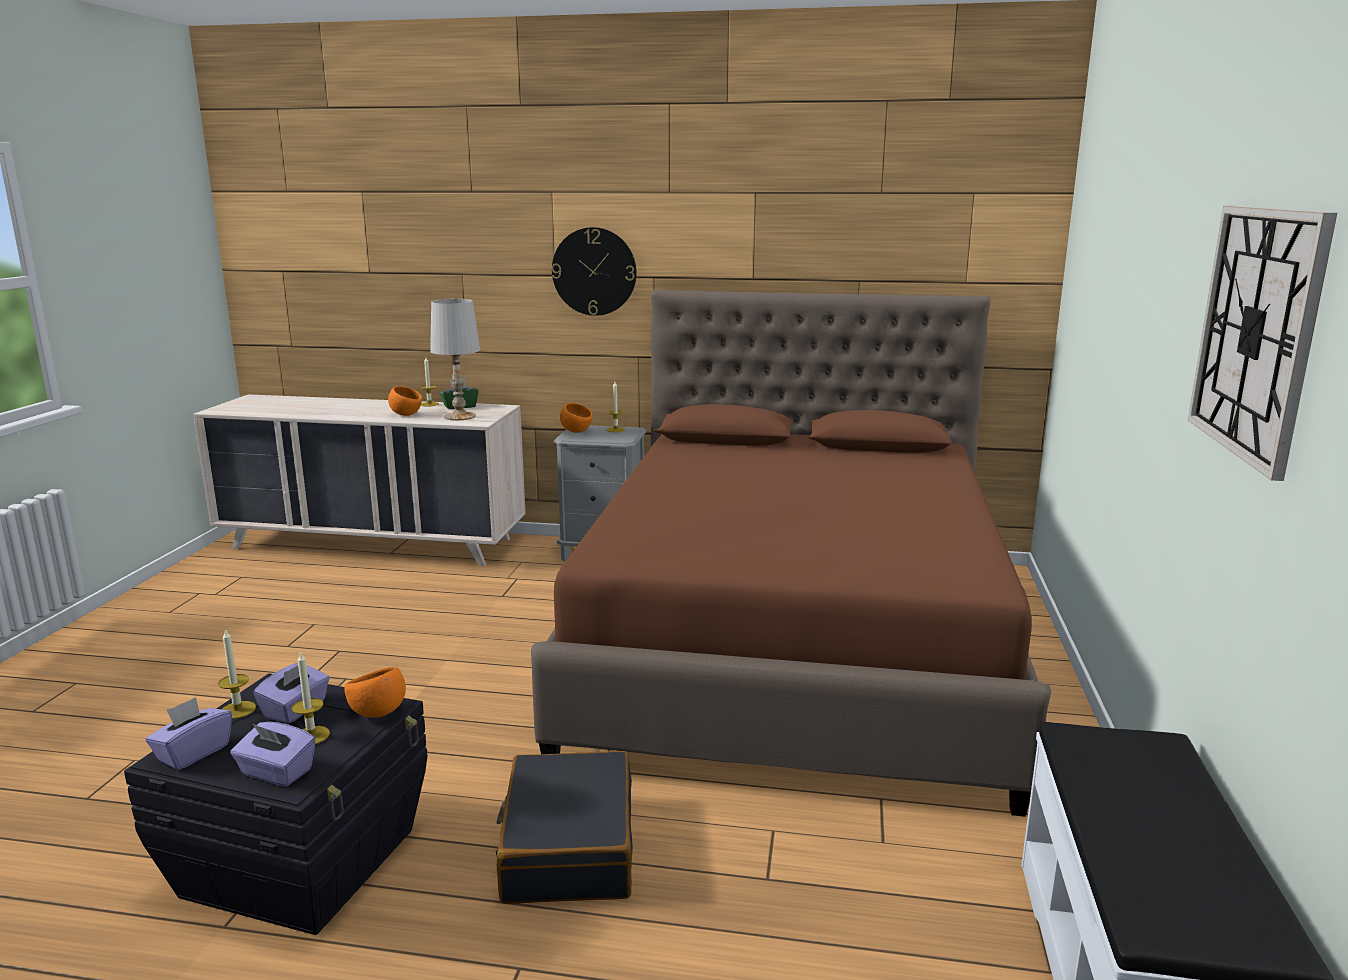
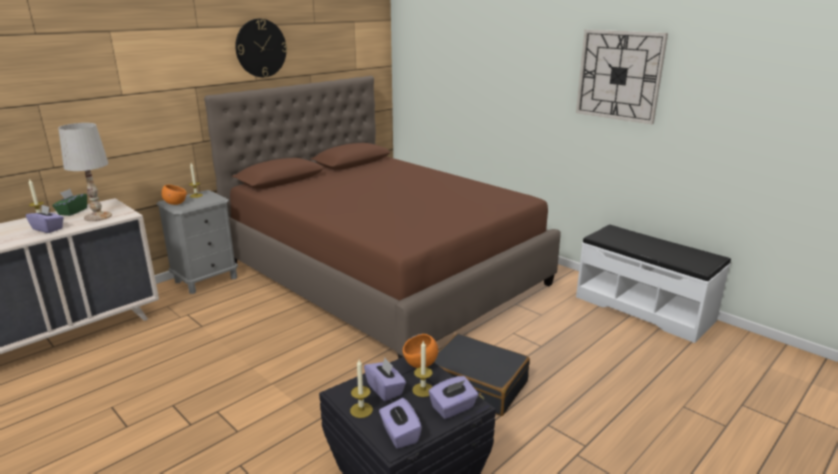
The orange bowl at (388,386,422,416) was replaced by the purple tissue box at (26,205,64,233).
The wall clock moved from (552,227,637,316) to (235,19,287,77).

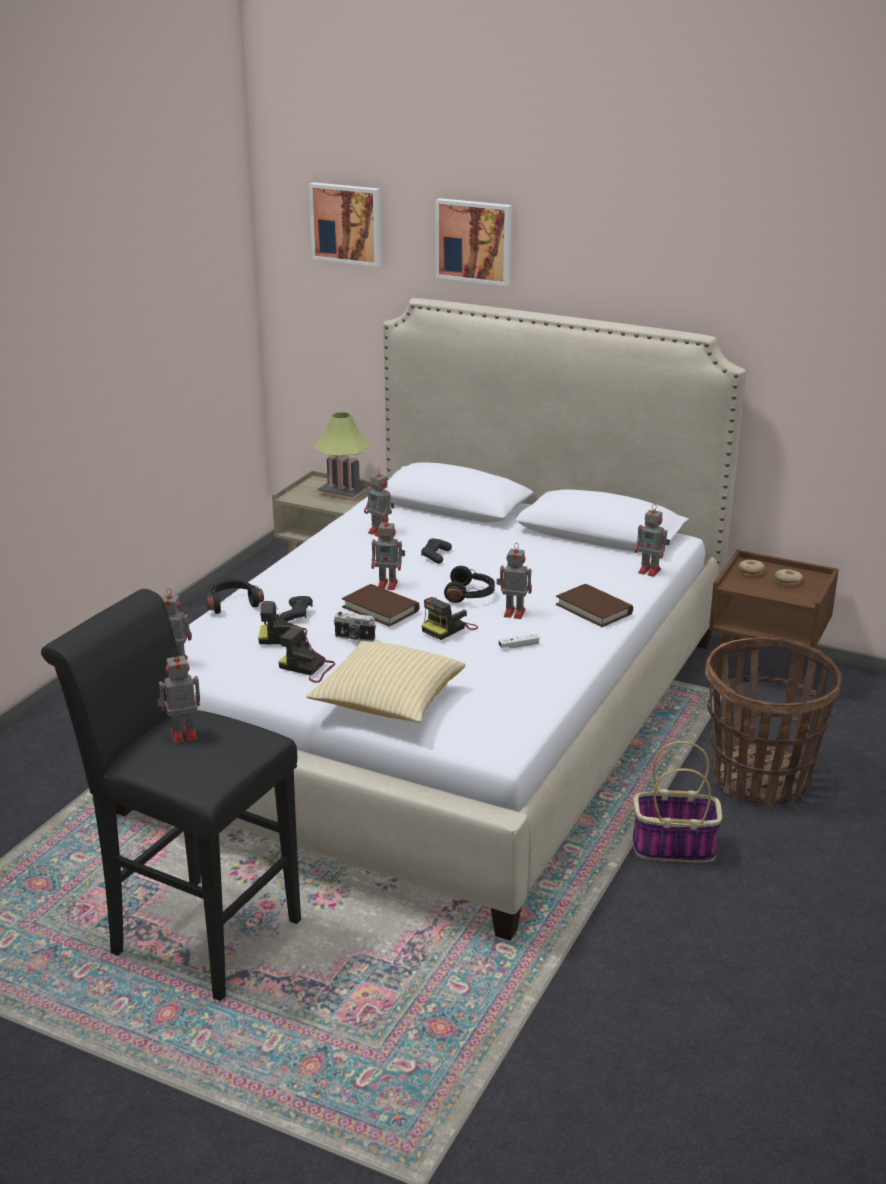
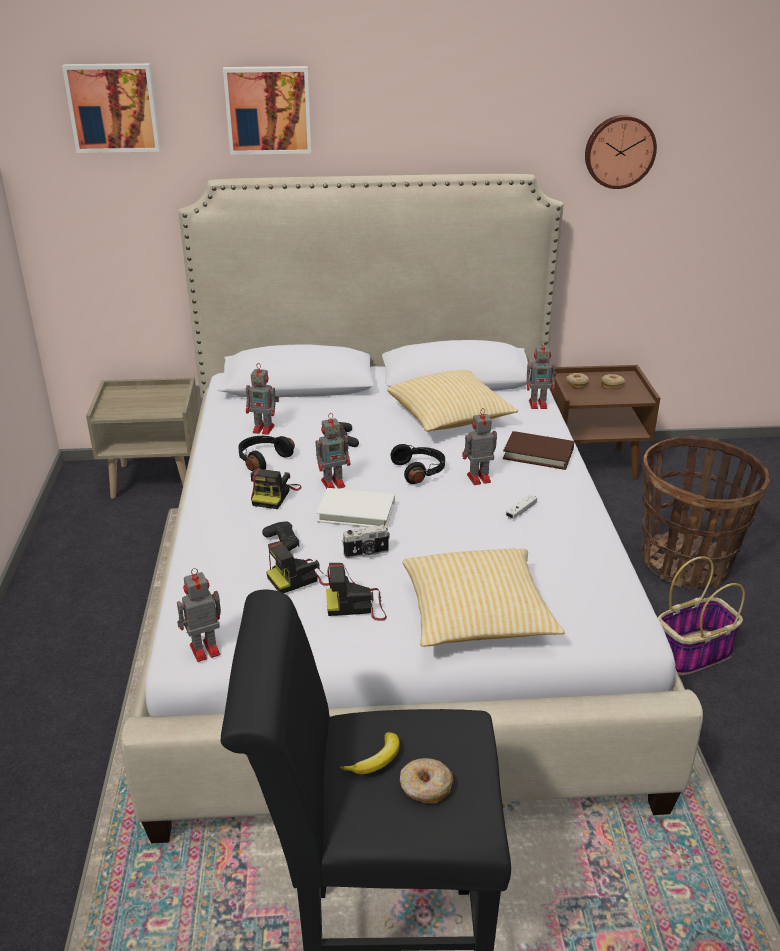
The toy robot at (158,649,200,743) was replaced by the banana at (340,732,400,774).
The black headphones moved from (206,580,264,614) to (238,436,295,471).
The table lamp at (313,412,371,500) disappeared.
The brown book at (342,584,420,627) became the white book at (316,488,395,527).
The photo camera moved from (422,597,478,640) to (251,468,302,509).
The pillow at (387,370,518,432) appeared.
The donut at (400,758,453,804) appeared.
The wall clock at (585,115,657,189) appeared.

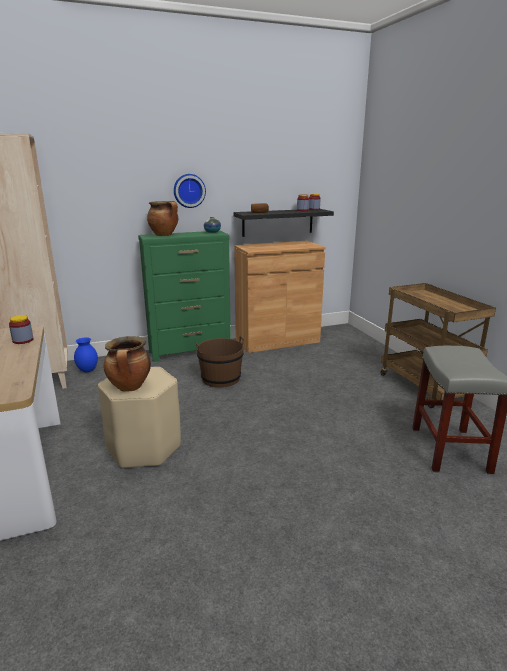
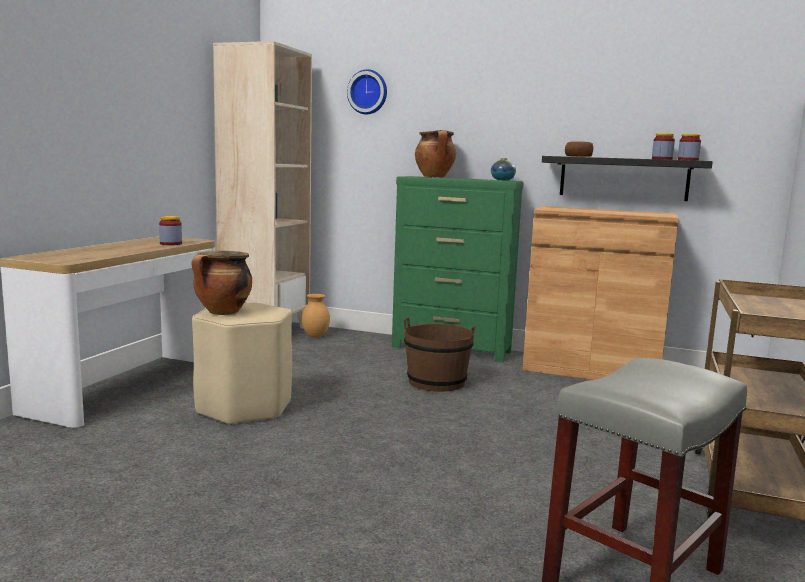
The blue vase at (74,337,98,372) became the brown vase at (302,294,330,338).
The wall clock moved from (174,174,206,208) to (347,69,387,115).

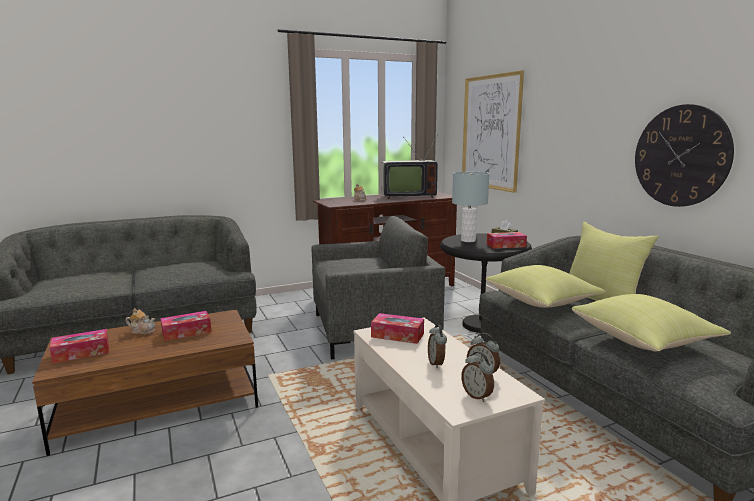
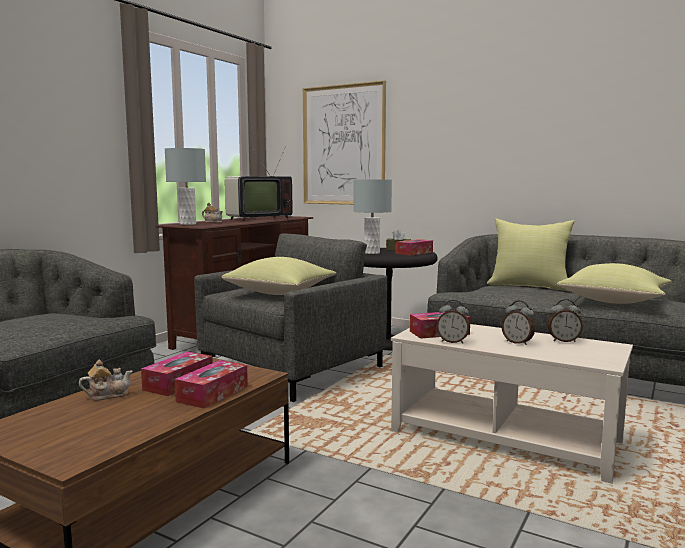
The tissue box moved from (49,329,109,364) to (175,360,248,409).
The alarm clock moved from (461,352,494,402) to (436,300,470,344).
The yellow pillow moved from (486,265,606,308) to (222,257,336,295).
The wall clock at (635,104,734,207) disappeared.
The grey table lamp at (165,148,206,225) appeared.

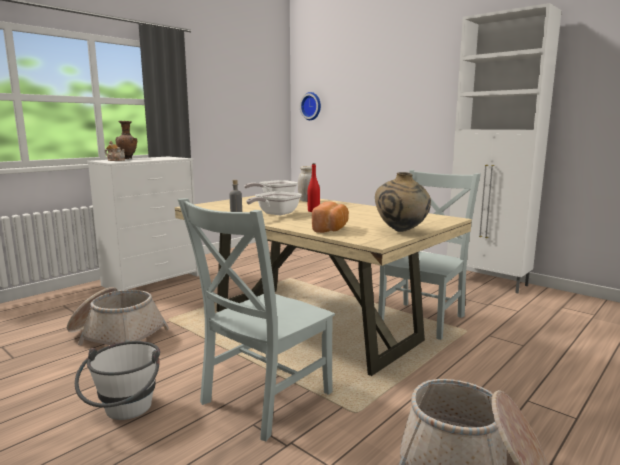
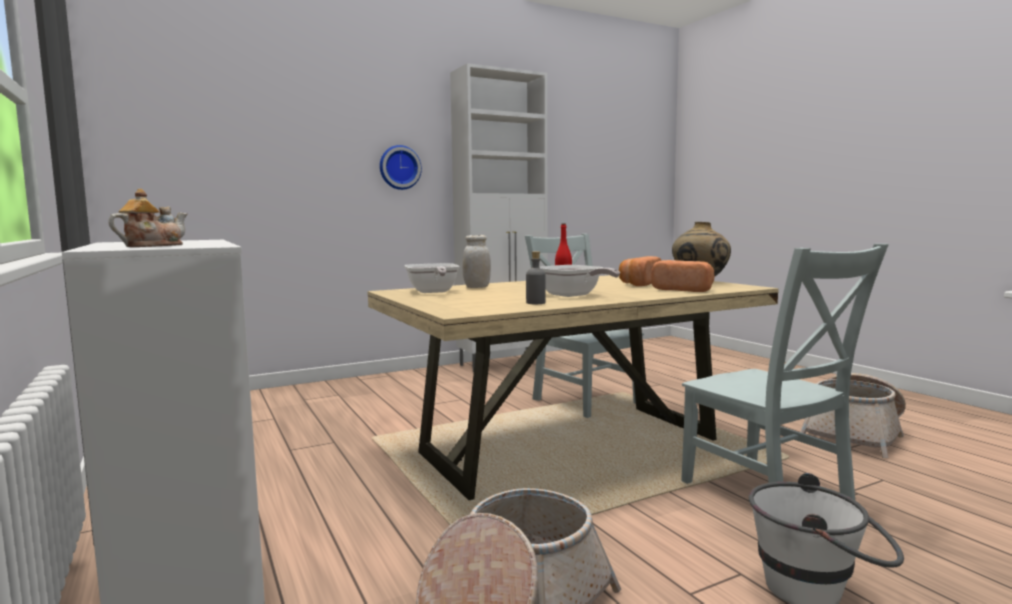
The brown vase at (115,121,137,159) disappeared.
The wall clock moved from (300,92,321,120) to (380,145,422,190).
The bread at (619,256,661,286) appeared.

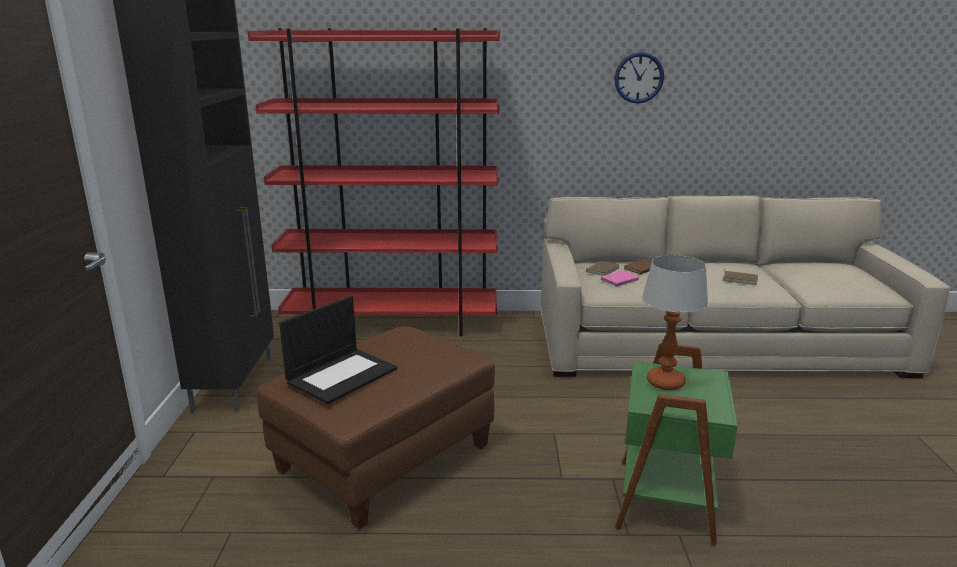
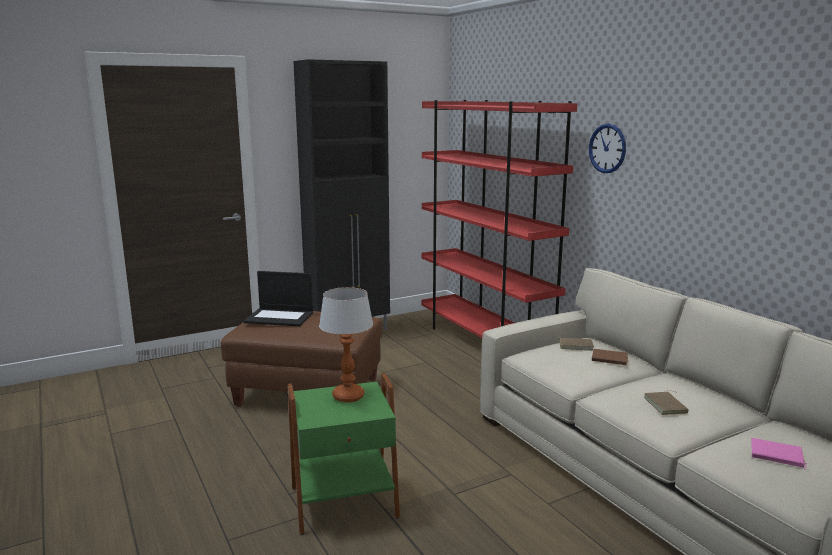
The pink book moved from (601,270,642,287) to (751,438,807,469).
The wall clock moved from (614,52,664,104) to (589,124,626,173).

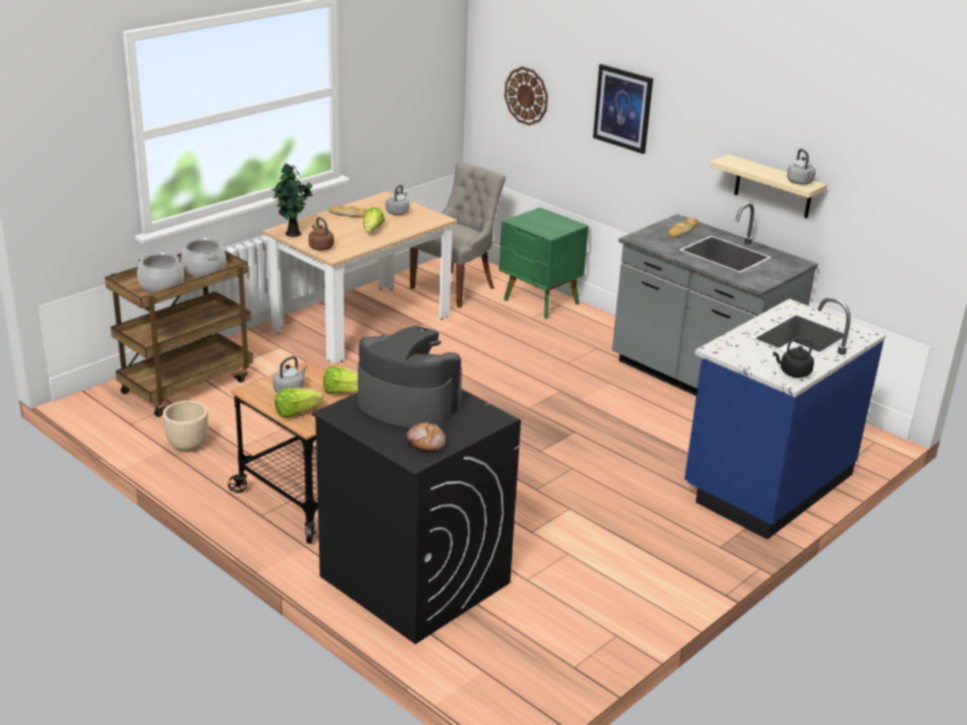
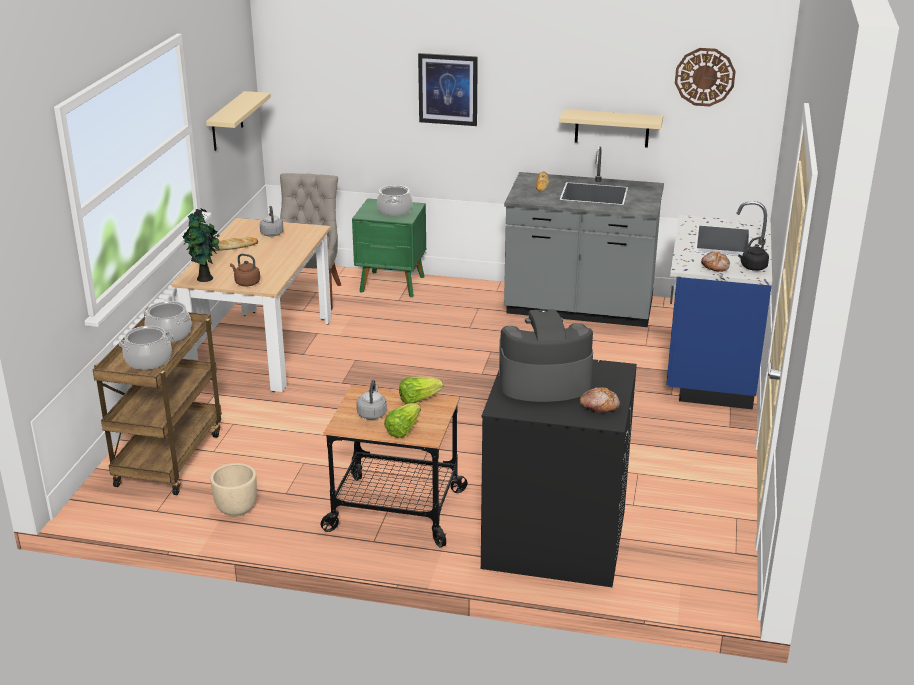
The lettuce at (363,207,385,233) disappeared.
The wall clock moved from (504,67,548,126) to (675,48,736,107).
The grey kettle at (787,149,816,184) disappeared.
The beige shelf at (206,91,271,151) appeared.
The cooking pot at (377,185,412,216) appeared.
The bread at (701,252,730,272) appeared.

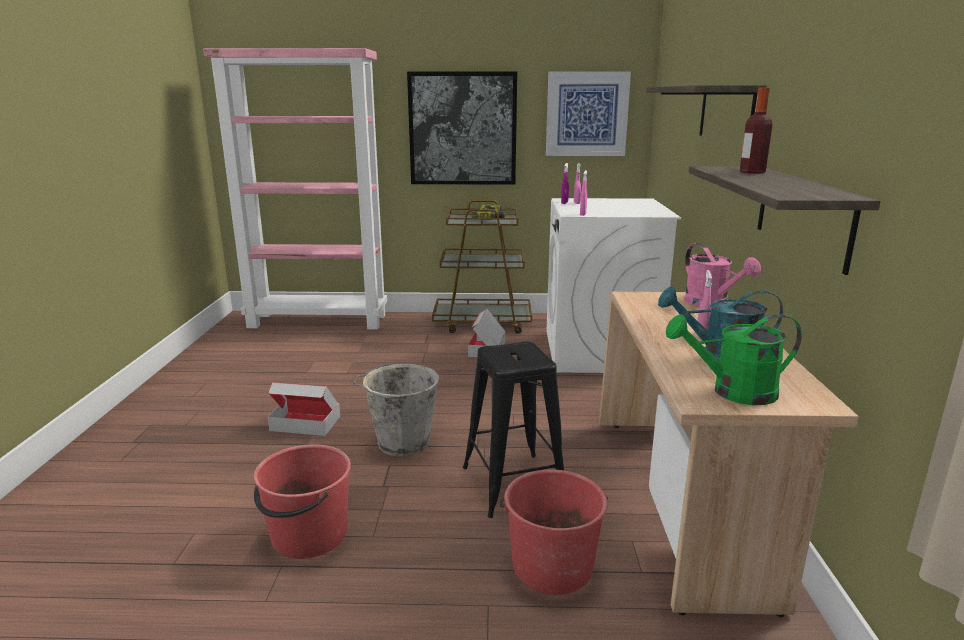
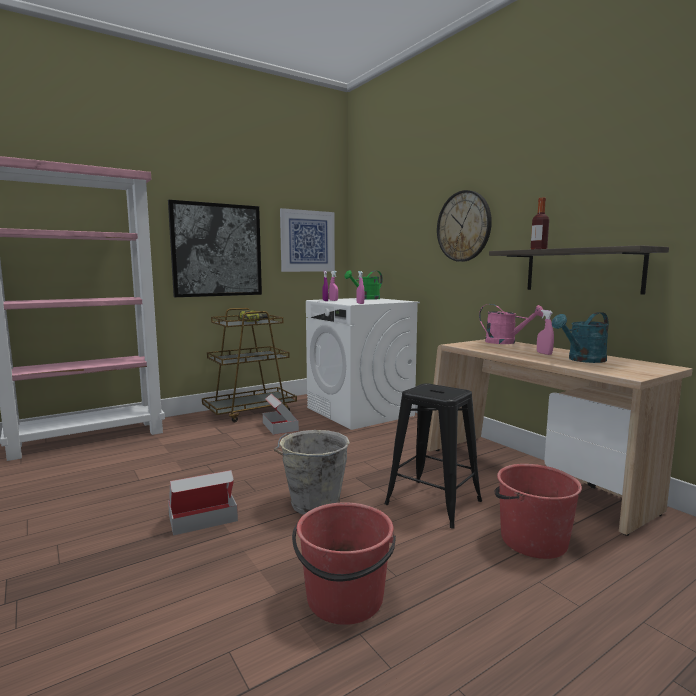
The shelf at (646,85,767,136) was replaced by the wall clock at (437,190,492,262).
The green watering can moved from (666,314,802,405) to (344,270,383,300).

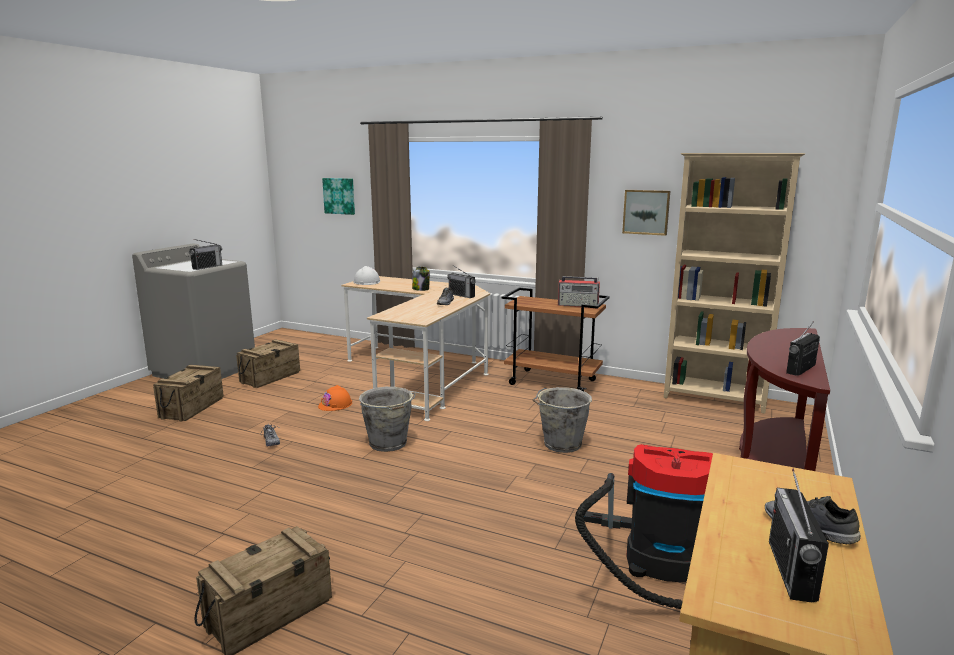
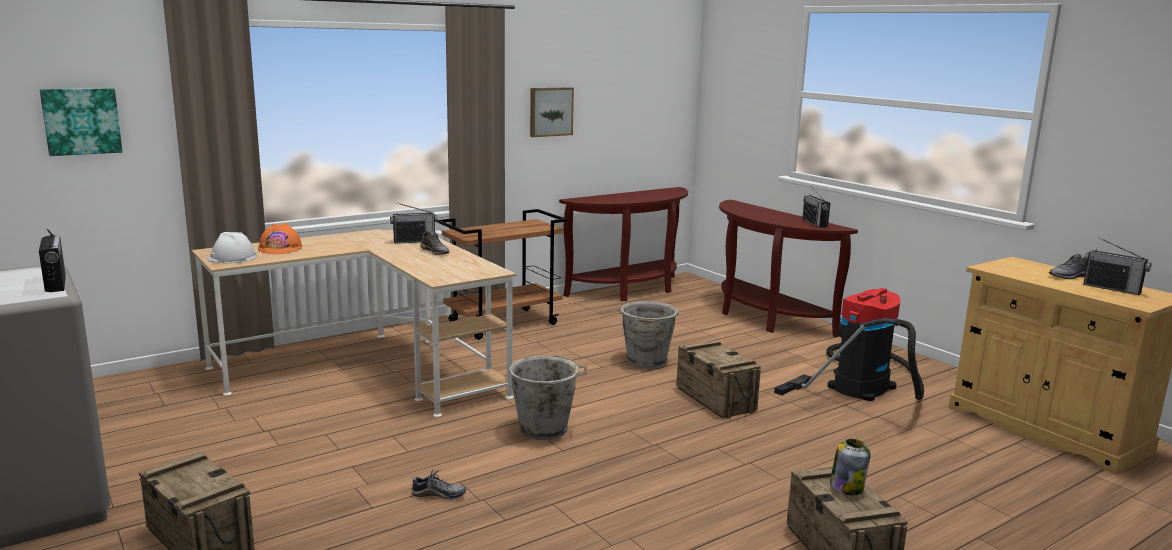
The crate moved from (236,339,300,388) to (676,340,761,419).
The orange hard hat moved from (318,385,352,411) to (258,223,302,254).
The jar moved from (412,267,430,291) to (830,439,871,495).
The radio at (558,276,600,307) disappeared.
The beige bookcase at (664,153,805,414) was replaced by the brown console table at (559,187,688,301).

